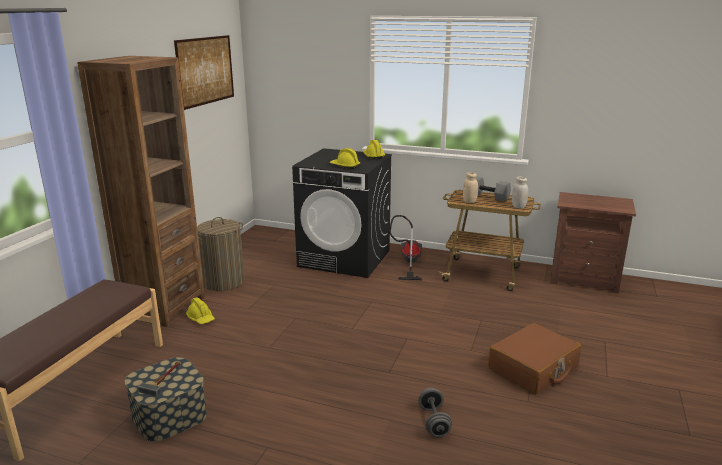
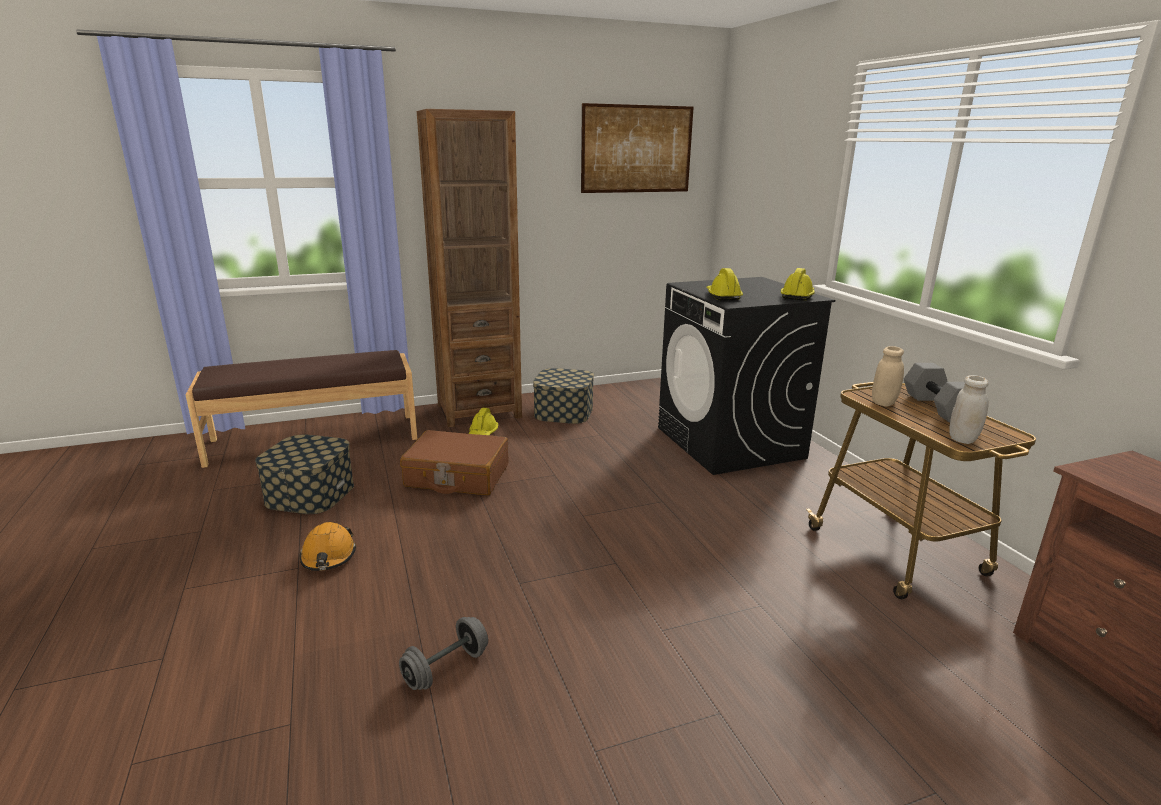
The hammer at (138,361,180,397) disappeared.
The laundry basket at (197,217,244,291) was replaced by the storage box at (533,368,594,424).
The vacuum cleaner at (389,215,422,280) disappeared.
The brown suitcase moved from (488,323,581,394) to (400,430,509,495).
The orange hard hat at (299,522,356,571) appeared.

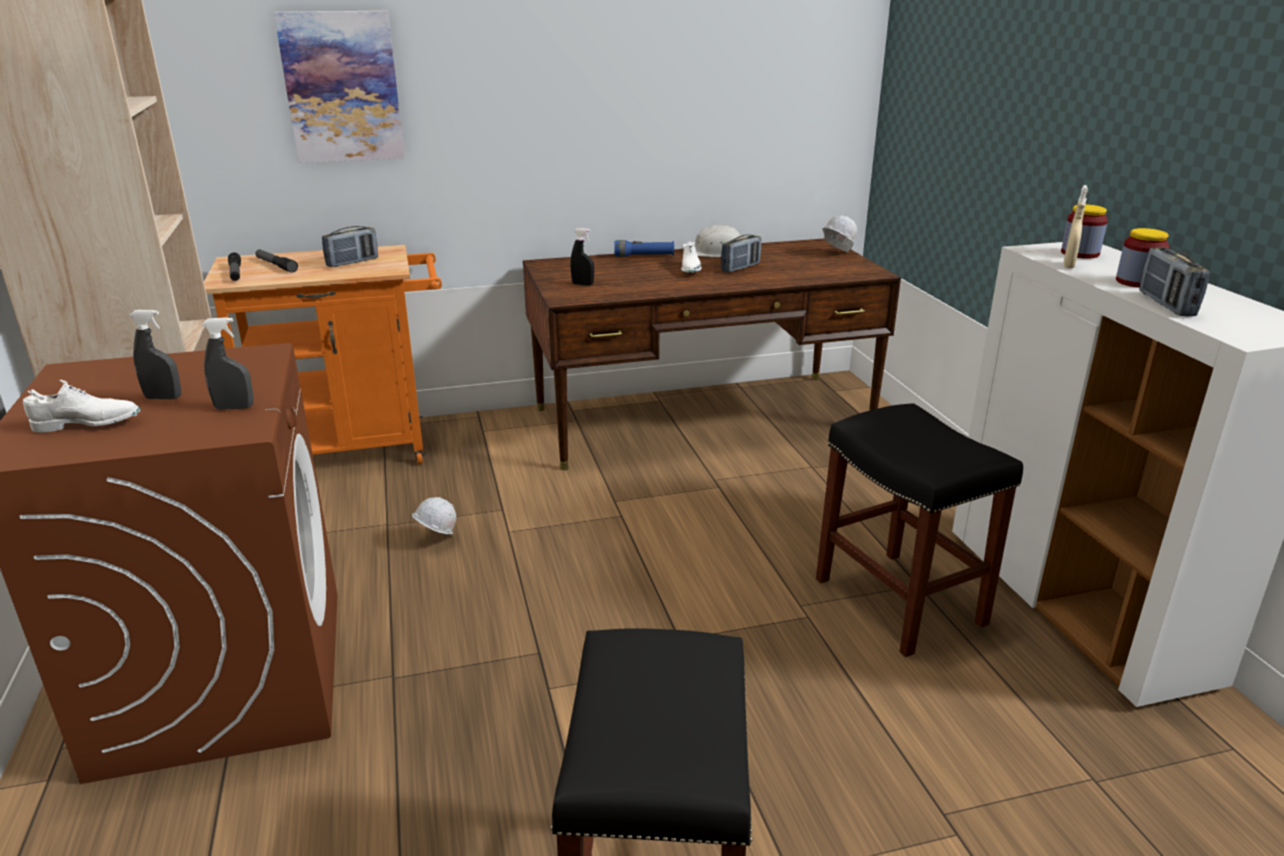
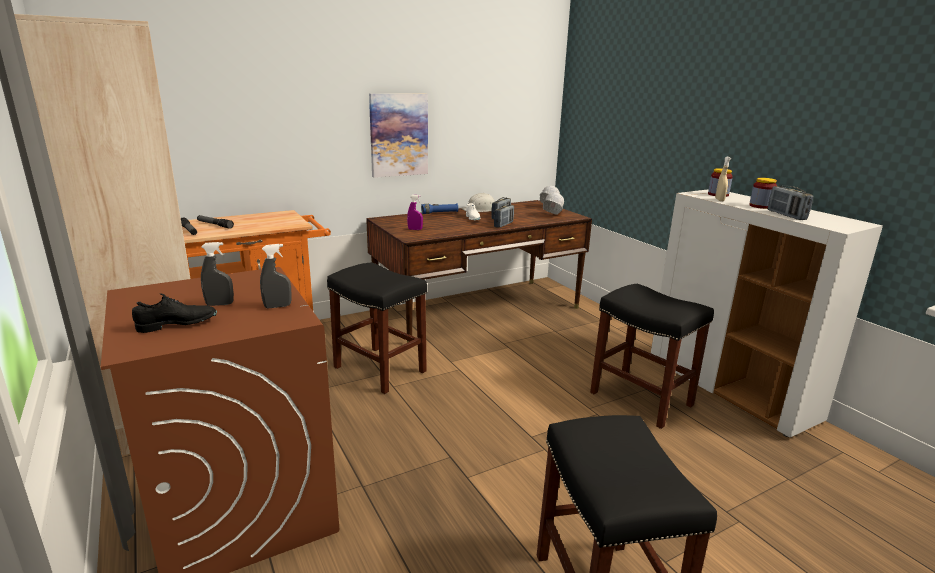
The white shoe at (23,380,141,433) became the black shoe at (132,293,217,333).
The picture moved from (274,11,404,163) to (369,93,428,178).
The radio moved from (322,226,378,267) to (494,204,514,228).
The white hard hat moved from (412,497,456,535) to (543,192,564,215).
The black spray bottle at (570,228,594,286) became the purple spray bottle at (407,195,423,230).
The black stool at (327,263,427,394) appeared.

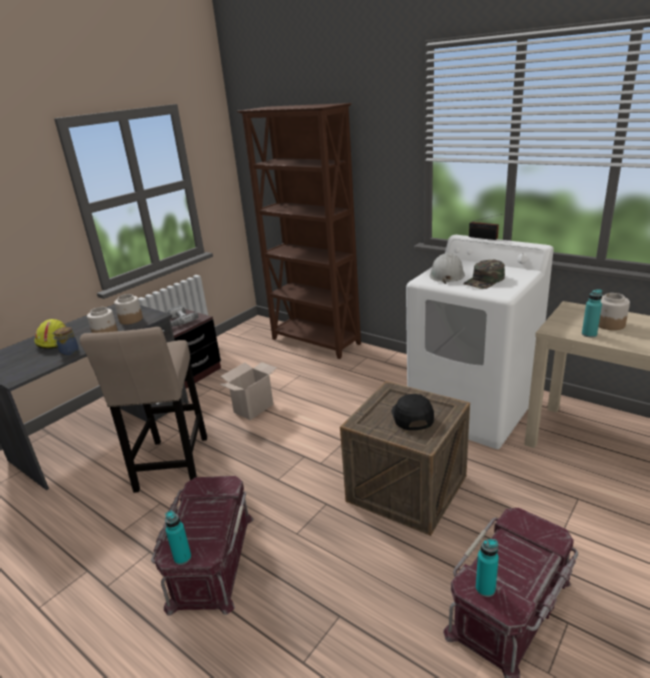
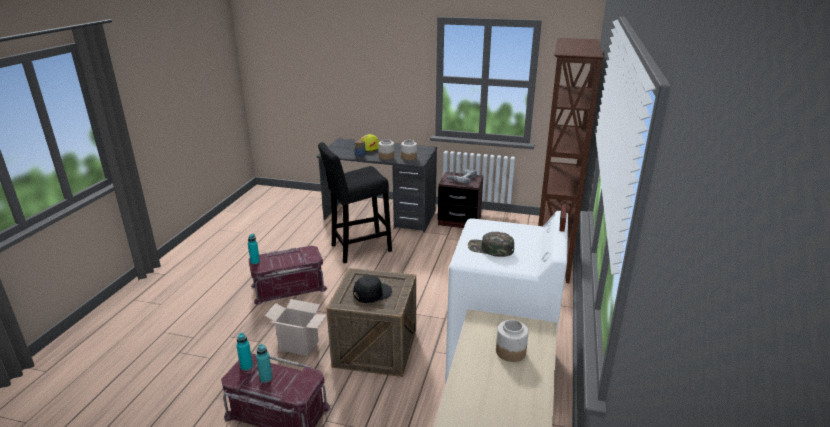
The beige stool at (80,327,207,493) became the black stool at (318,142,392,263).
The cardboard box moved from (219,362,277,420) to (264,299,326,356).
The white hard hat at (430,253,465,284) disappeared.
The turquoise bottle moved from (582,289,602,338) to (256,344,273,383).

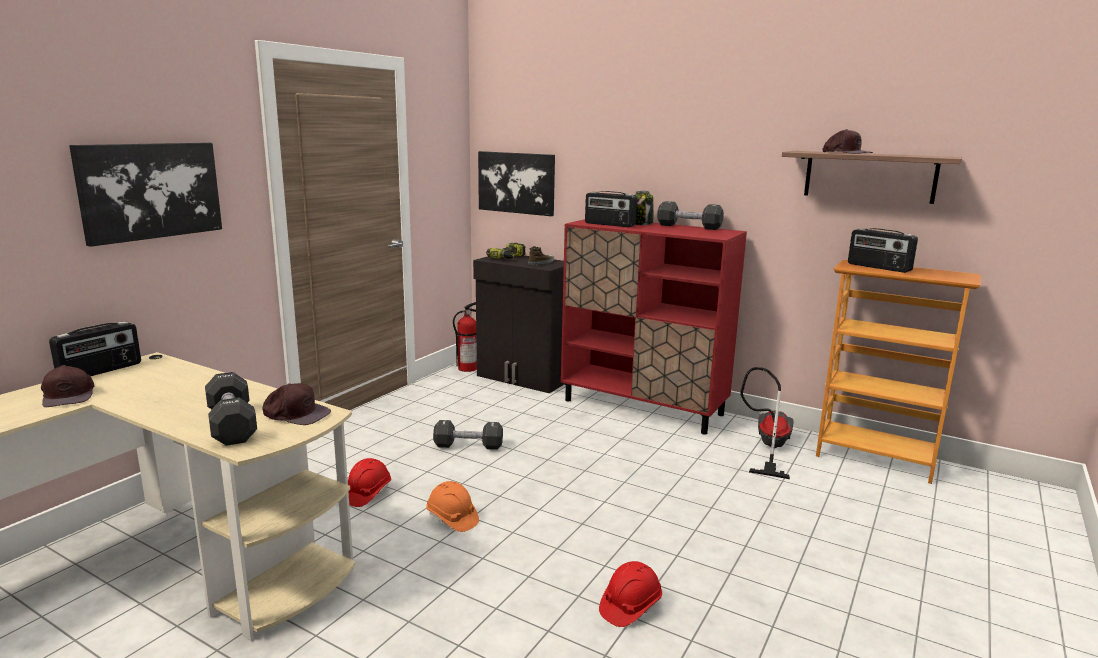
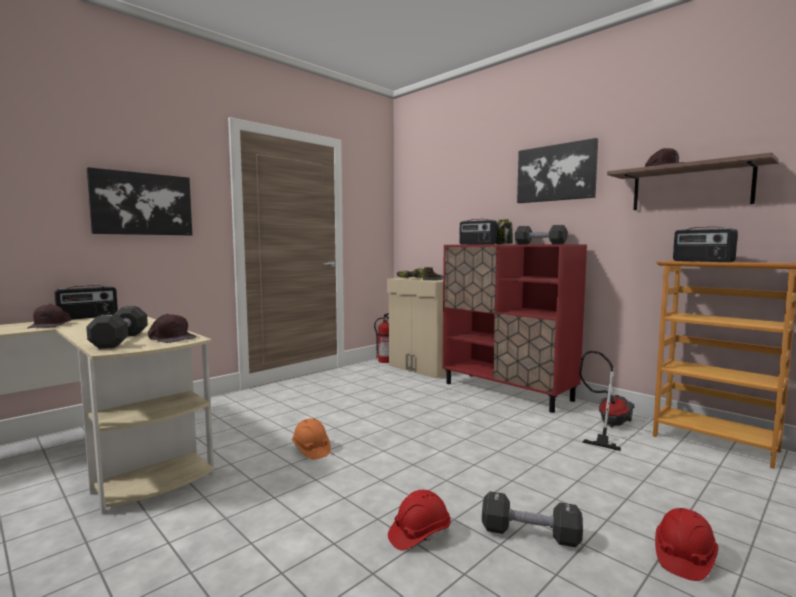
The red hard hat moved from (348,458,391,507) to (655,508,718,581).
The black dumbbell moved from (433,420,503,450) to (482,491,583,547).
The black cabinet at (473,256,564,393) became the beige cabinet at (387,277,456,379).
The picture moved from (478,151,555,216) to (517,138,598,203).

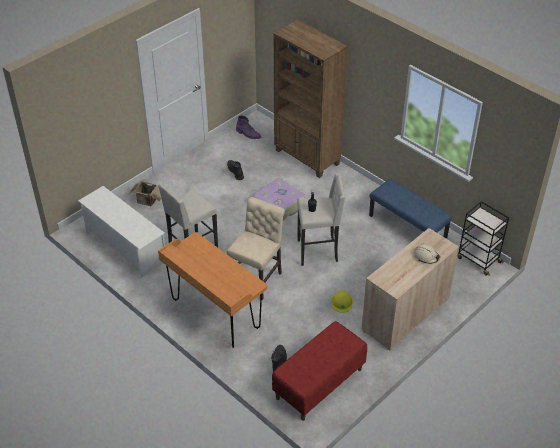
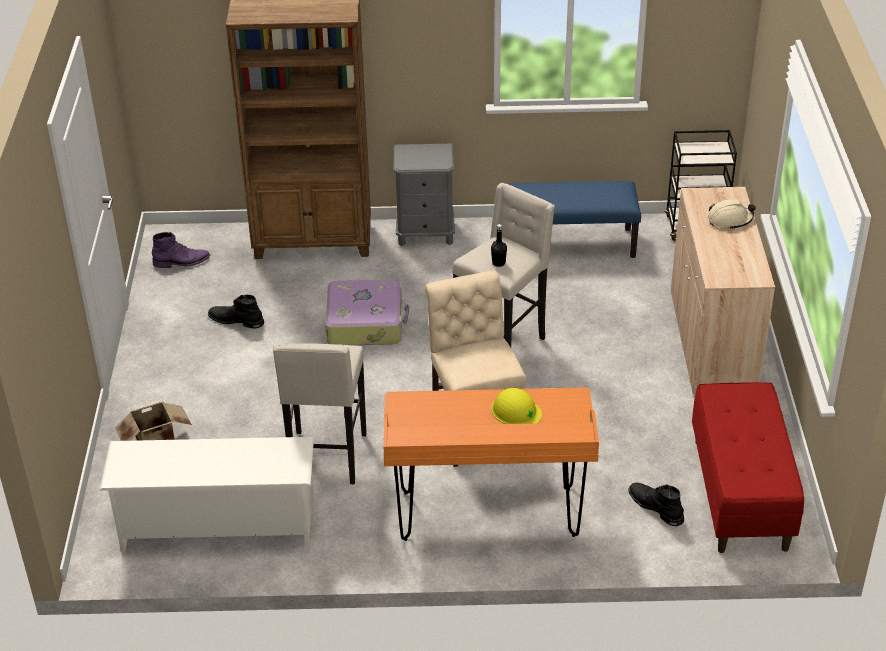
The yellow hard hat moved from (331,291,353,313) to (491,388,542,424).
The grey nightstand at (393,143,455,246) appeared.

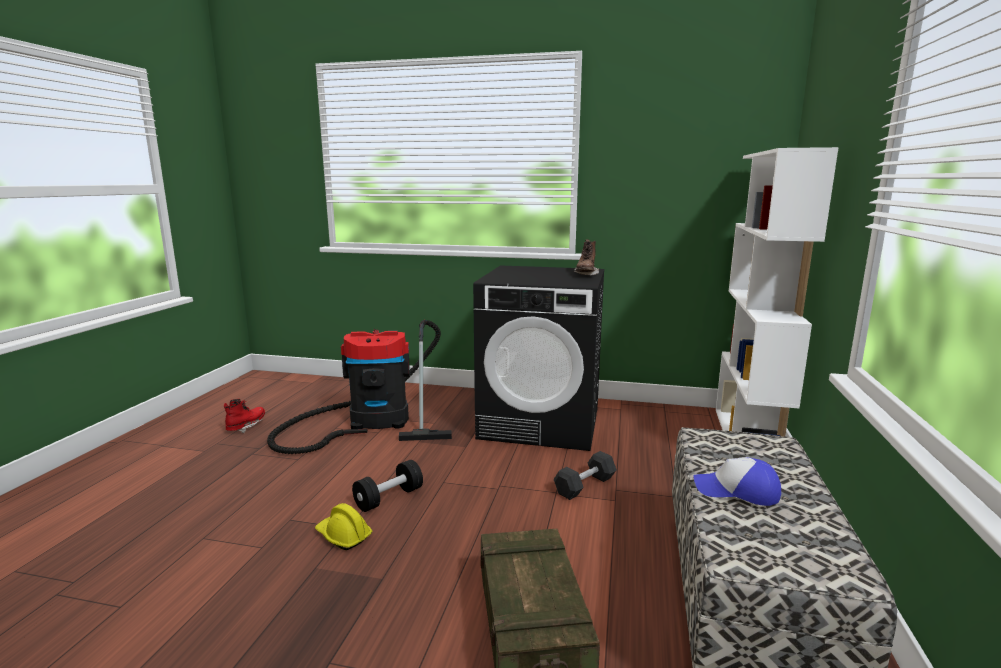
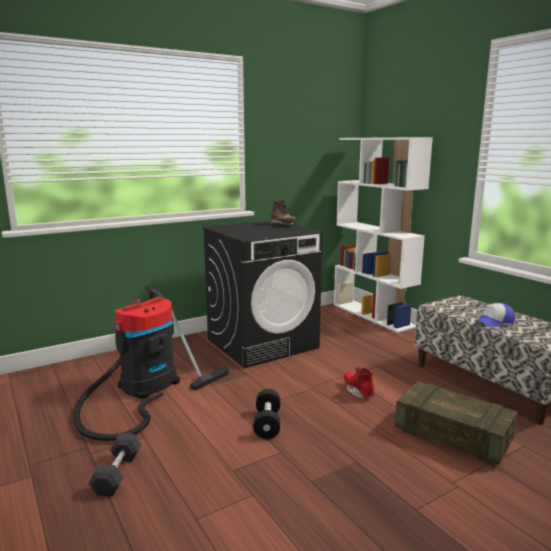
The red boot moved from (224,399,265,433) to (344,367,374,398).
The yellow hard hat at (315,503,372,550) disappeared.
The black dumbbell moved from (554,451,617,500) to (88,433,141,496).

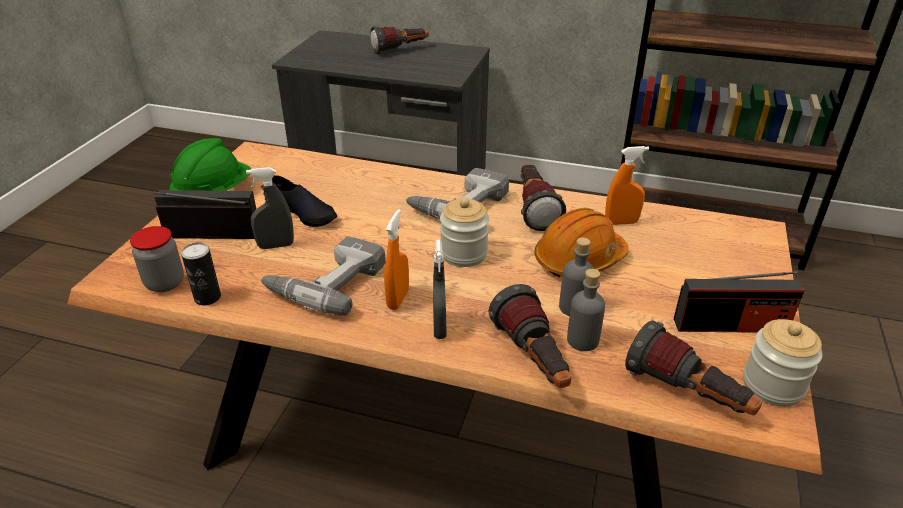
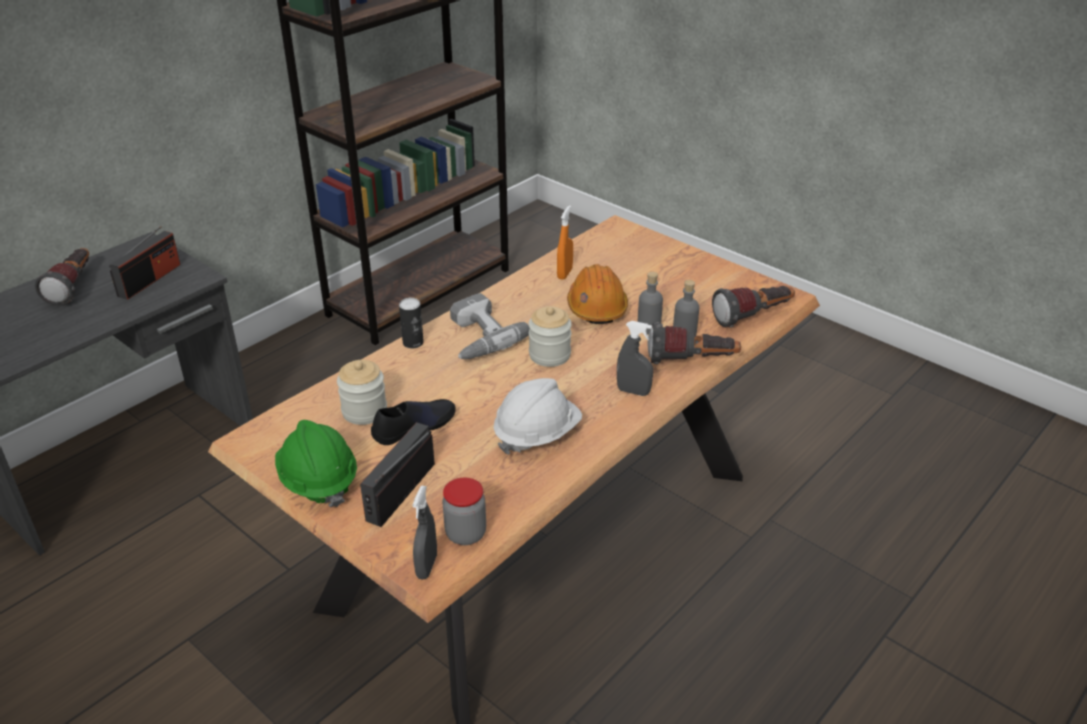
The can moved from (181,242,221,305) to (399,298,424,348).
The grey spray bottle moved from (246,167,294,249) to (413,485,437,580).
The power drill at (261,236,386,316) was replaced by the white hard hat at (493,378,582,455).
The orange spray bottle at (384,209,409,310) disappeared.
The flashlight at (521,164,566,231) disappeared.
The radio moved from (674,271,804,333) to (109,226,180,300).
The jar moved from (743,319,823,407) to (337,360,387,425).

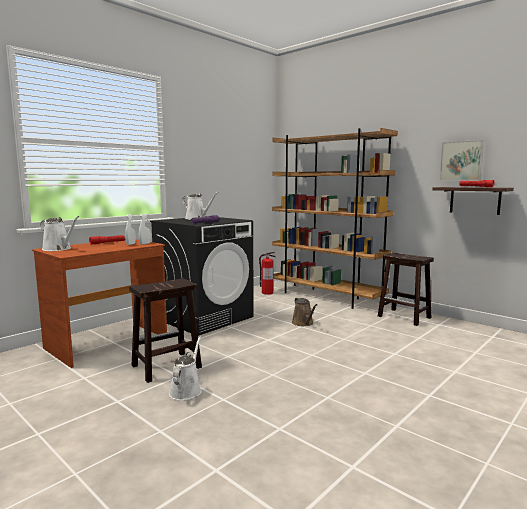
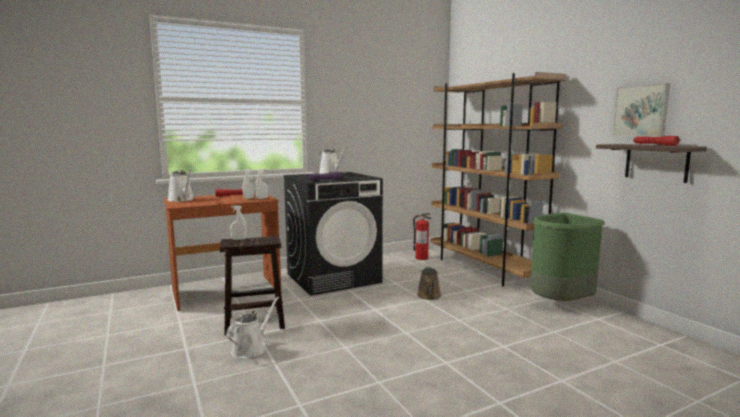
The brown stool at (378,253,434,326) was replaced by the green trash can at (530,212,605,301).
The white spray bottle at (230,205,246,240) appeared.

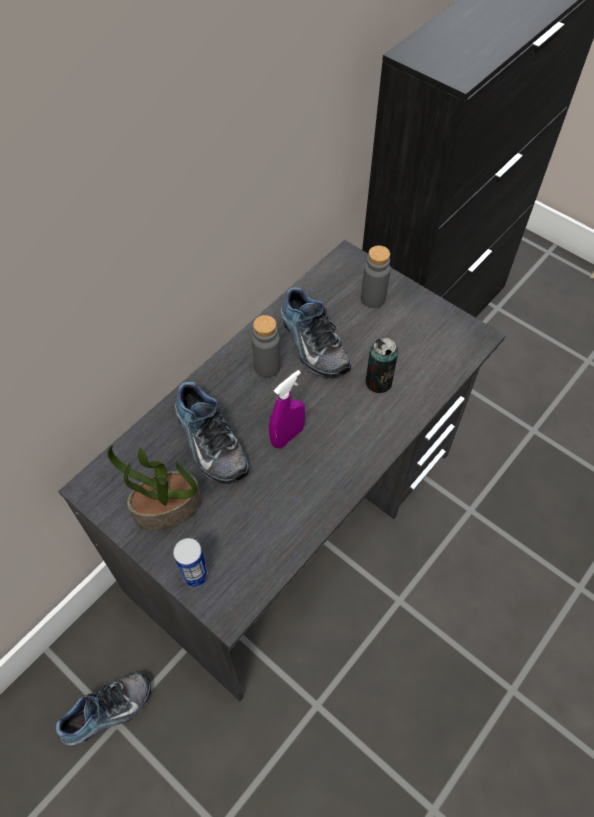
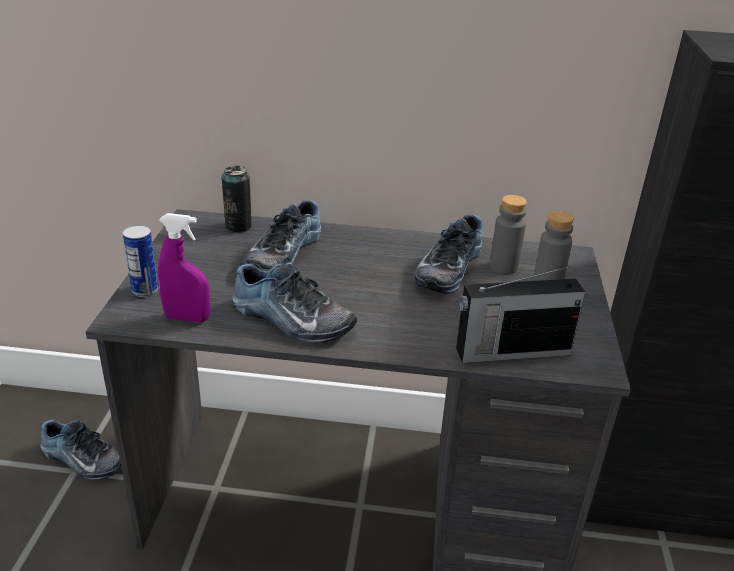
The potted plant at (107,445,202,530) disappeared.
The grey bottle moved from (252,315,281,378) to (489,195,527,274).
The purple spray bottle moved from (269,370,305,449) to (158,213,210,323).
The can moved from (365,337,398,393) to (222,166,253,232).
The shoe at (232,263,357,343) appeared.
The radio at (456,266,585,363) appeared.

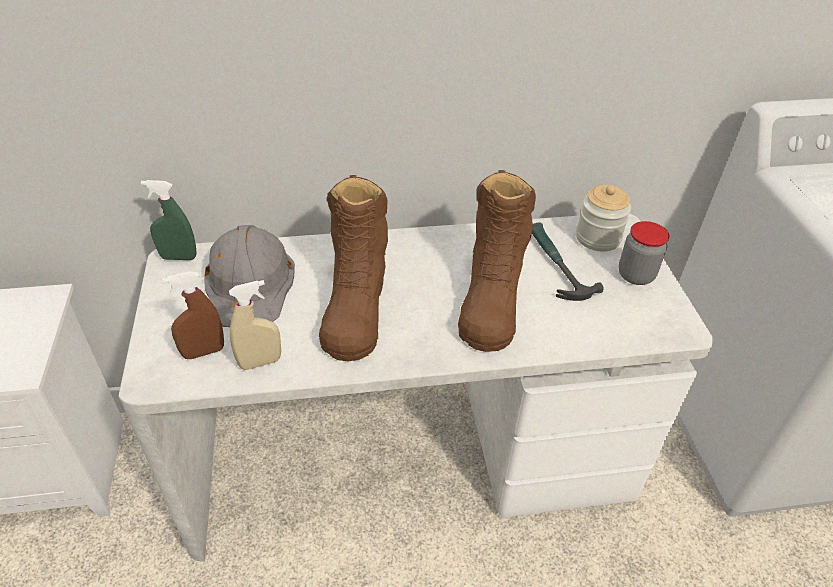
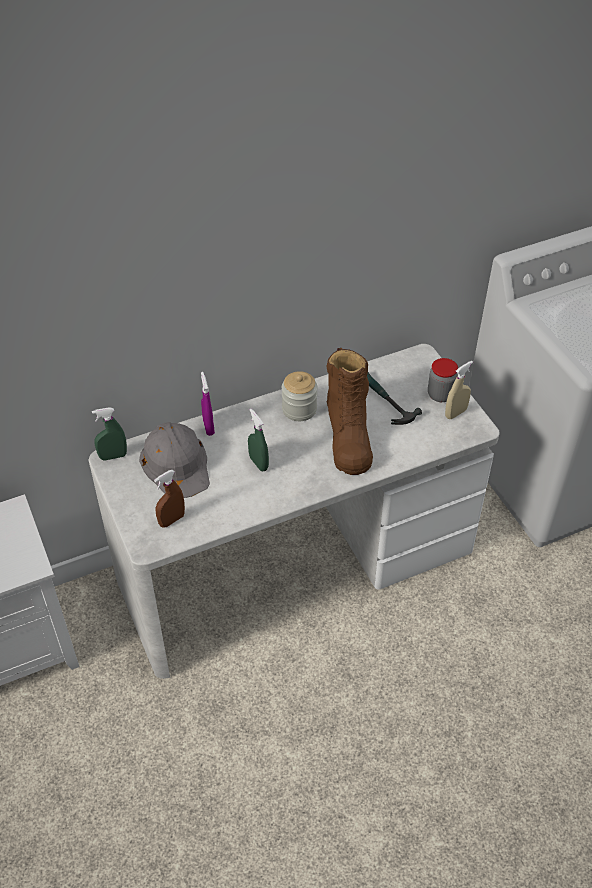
The beige spray bottle moved from (229,280,281,370) to (445,361,473,419).
The brown boot at (319,175,388,361) was replaced by the green spray bottle at (248,409,269,471).
The jar moved from (576,185,631,251) to (282,371,318,421).
The purple spray bottle at (201,372,215,436) appeared.

